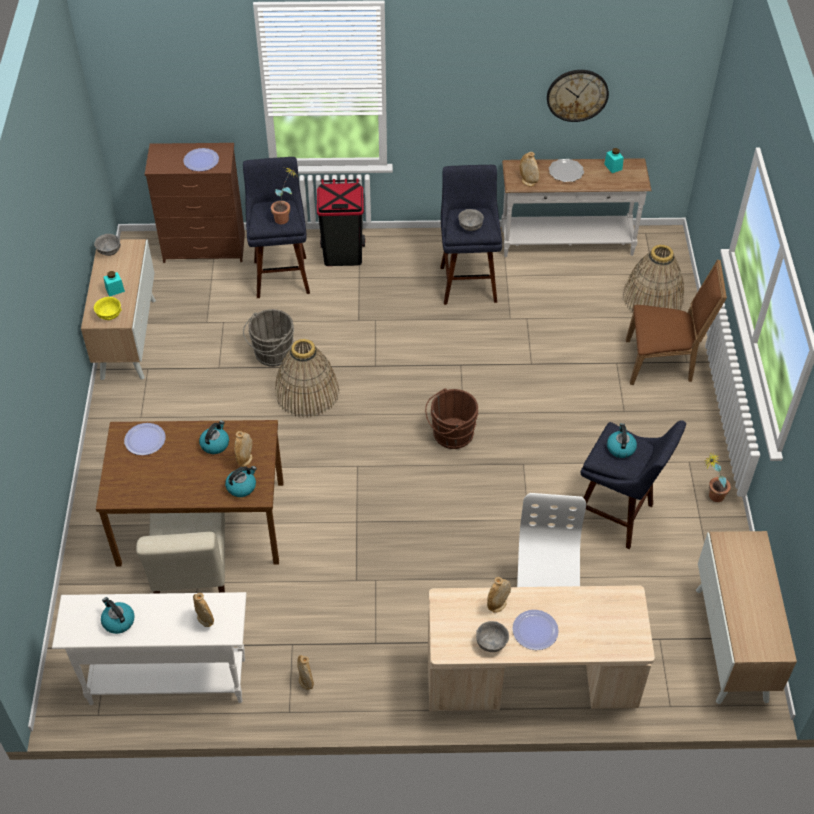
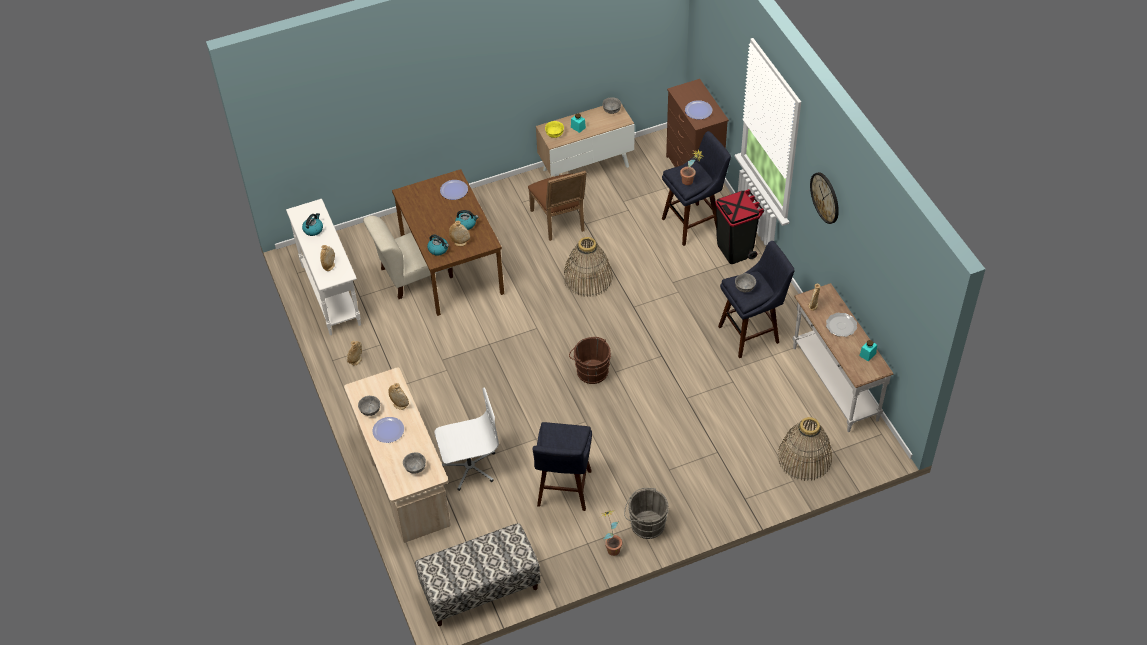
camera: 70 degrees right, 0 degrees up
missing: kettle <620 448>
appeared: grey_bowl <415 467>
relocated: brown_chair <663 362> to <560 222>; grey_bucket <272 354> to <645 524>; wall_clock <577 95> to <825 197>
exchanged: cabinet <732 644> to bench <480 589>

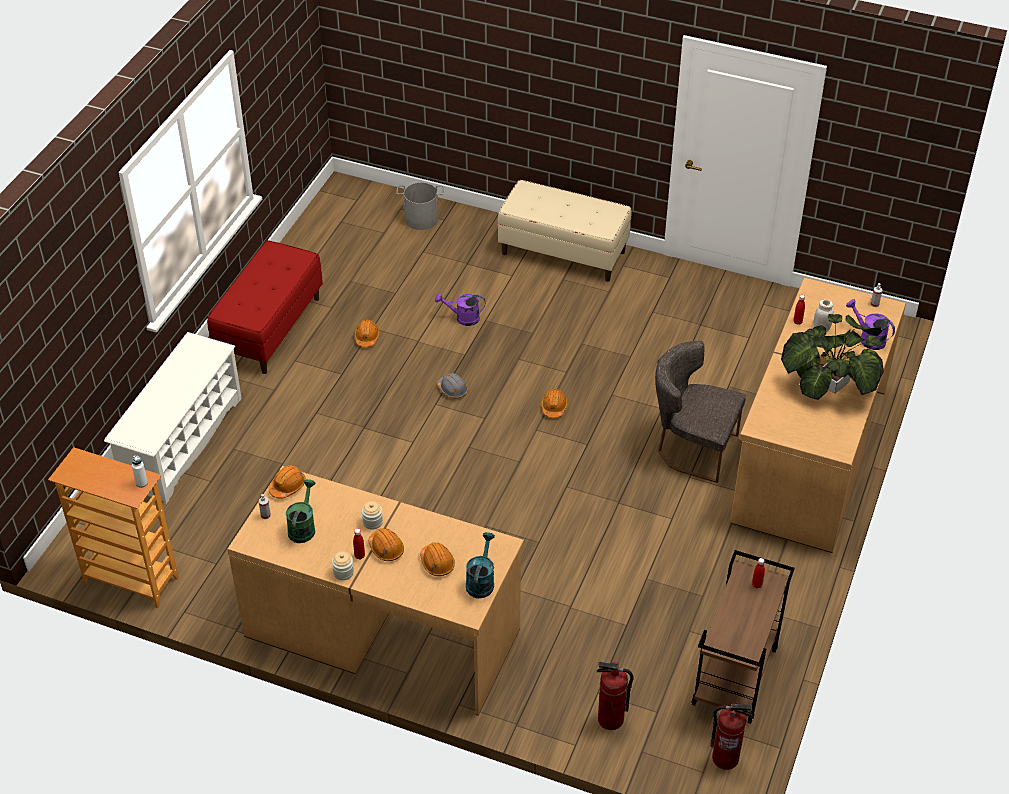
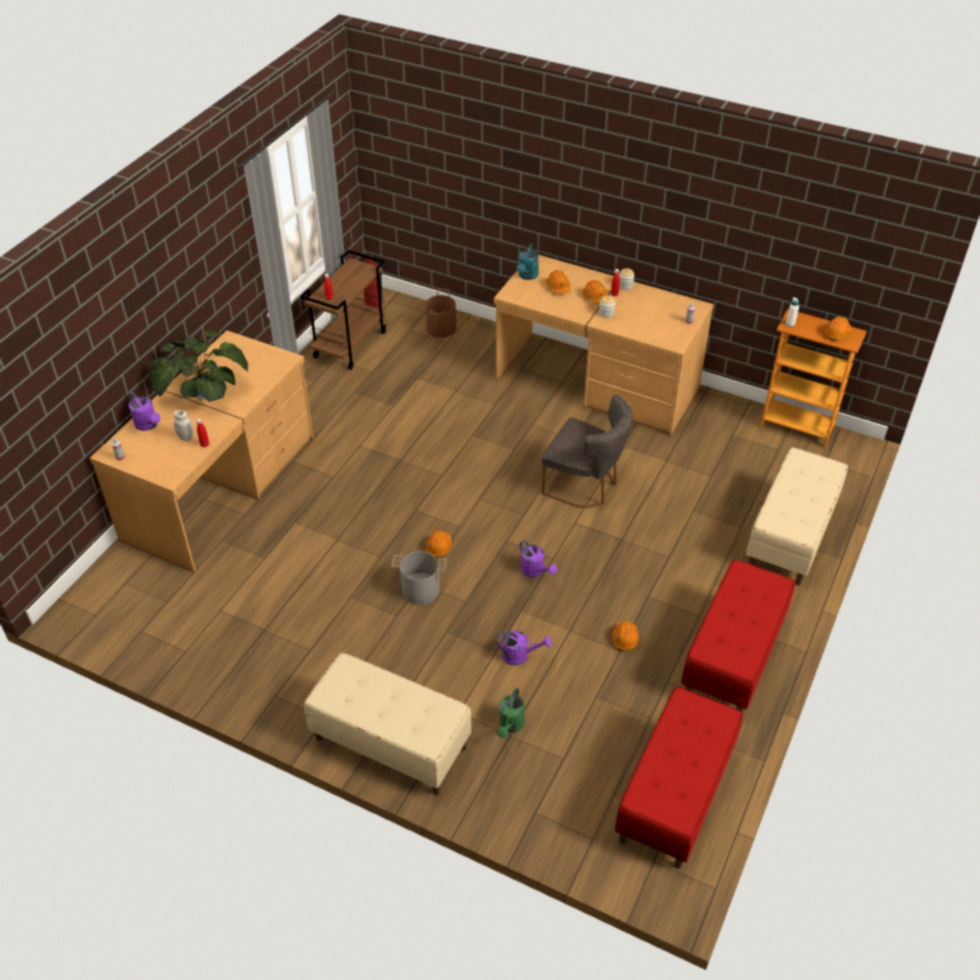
camera: 175 degrees left, 0 degrees up
appeared: red_bench <675 796>
relocated: grey_bucket <421 218> to <420 590>; green_watering_can <303 527> to <510 726>; grey_chair <692 448> to <585 485>; orange_hard_hat <287 486> to <836 333>
exchanged: fire_extinguisher <610 719> to brown_bucket <441 328>; grey_hard_hat <452 390> to purple_watering_can <535 572>; white_shoe_rack <182 442> to beige_bench <791 536>

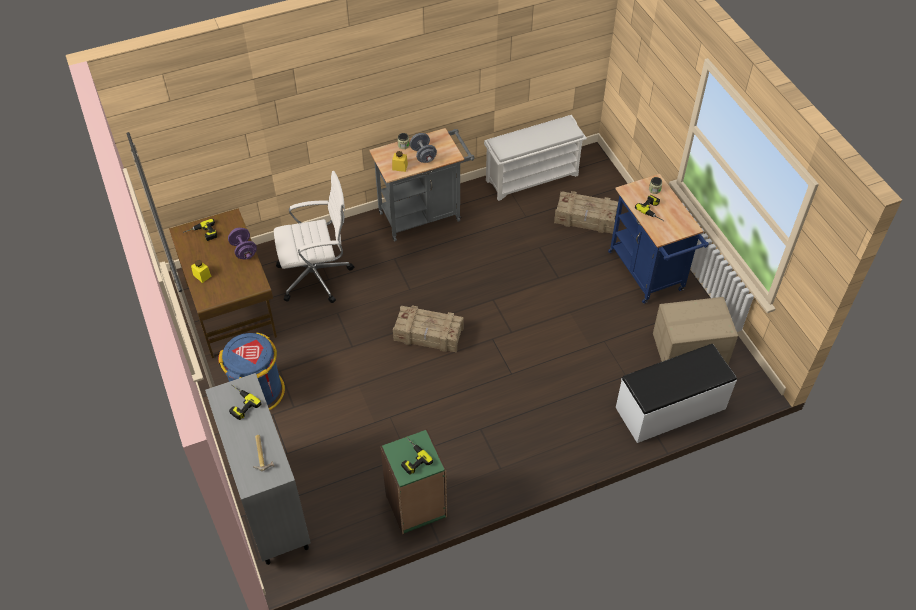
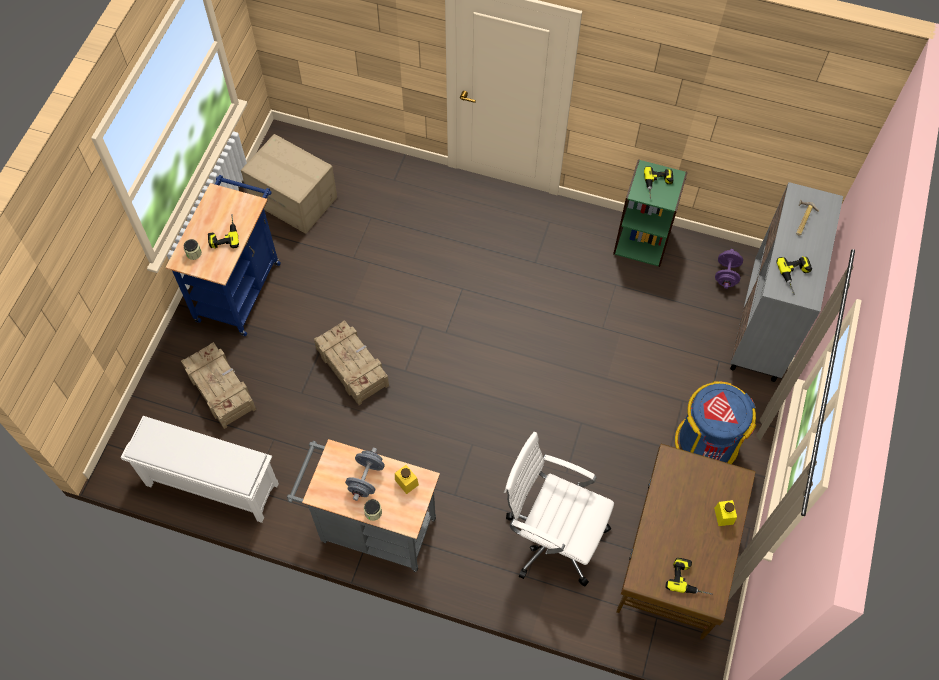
camera: 140 degrees left, 10 degrees up
missing: white_bench <671 409>
relocated: crate <429 335> to <352 366>; purple_dumbbell <244 250> to <726 275>

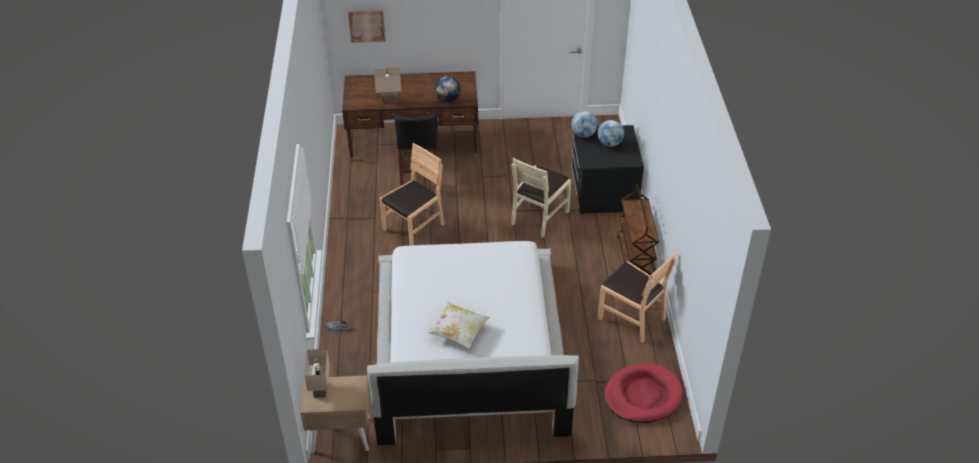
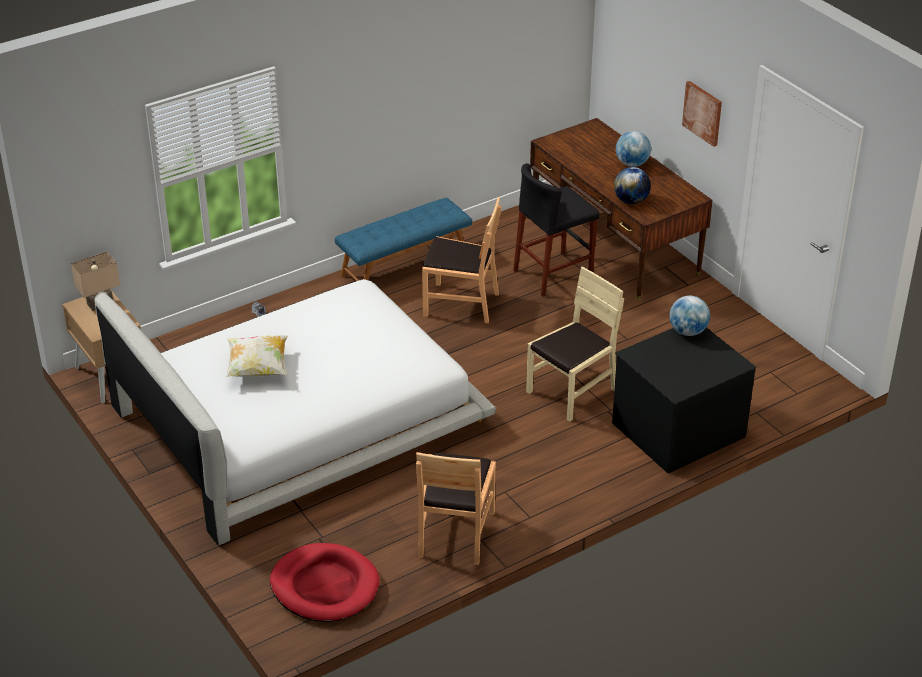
camera: 60 degrees right, 5 degrees down
missing: beige_table_lamp <389 99>; brown_cart <635 258>
appeared: blue_bench <404 265>
relocated: globe <609 143> to <632 164>; picture <367 25> to <703 113>
spun: beige_chair <539 217> = <572 391> 135 degrees clockwise

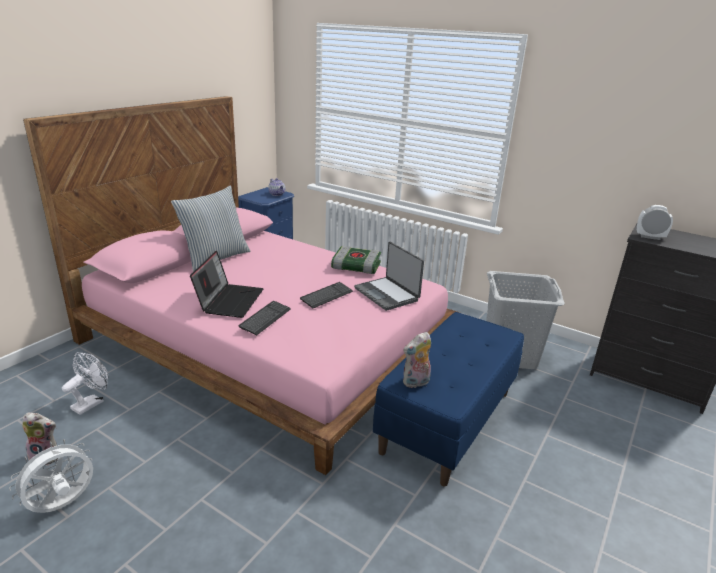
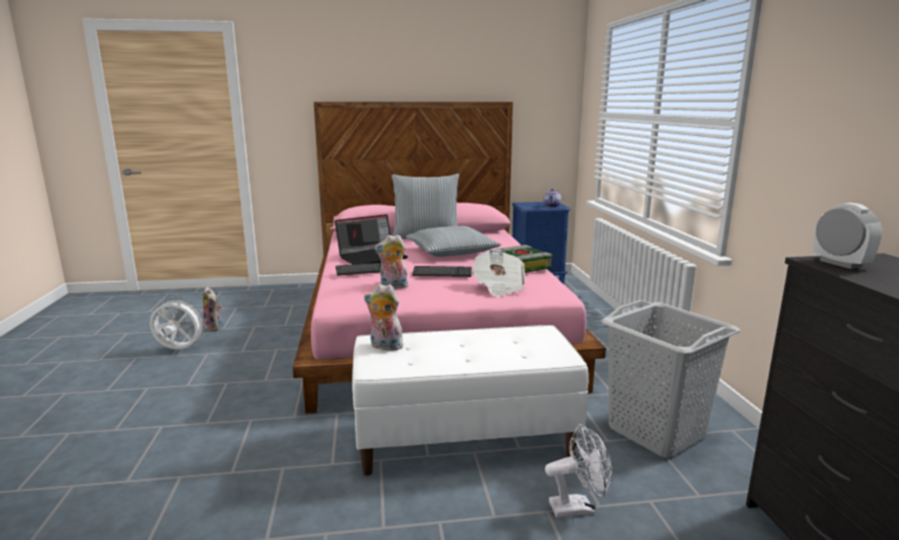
camera: 50 degrees right, 10 degrees down
appeared: plush_toy <393 286>; pillow <451 252>
relocated: white_fan <91 403> to <578 507>
exchanged: laptop <387 294> to newspaper <498 287>
colour: blue_bench <447 420> to white_bench <465 438>

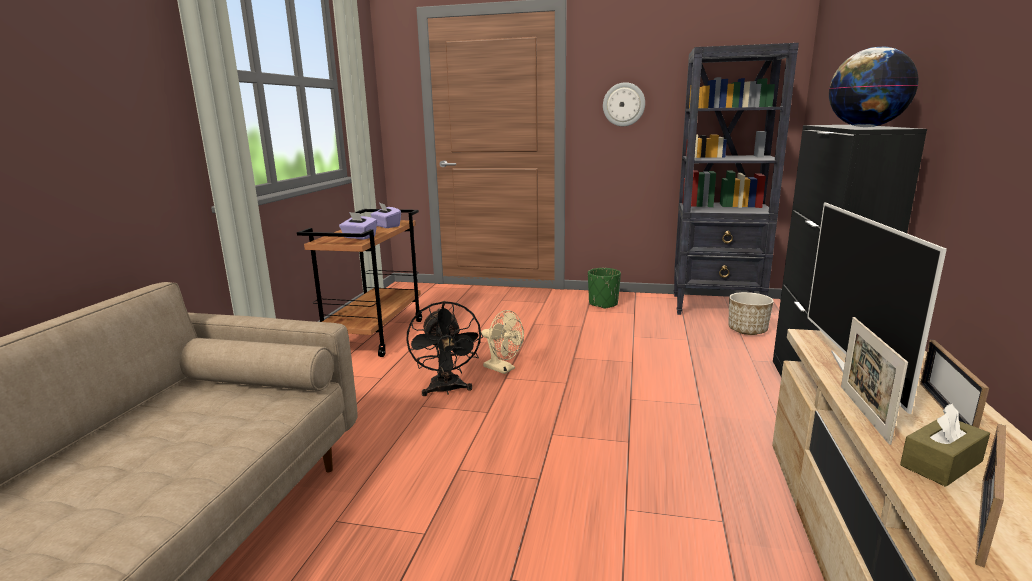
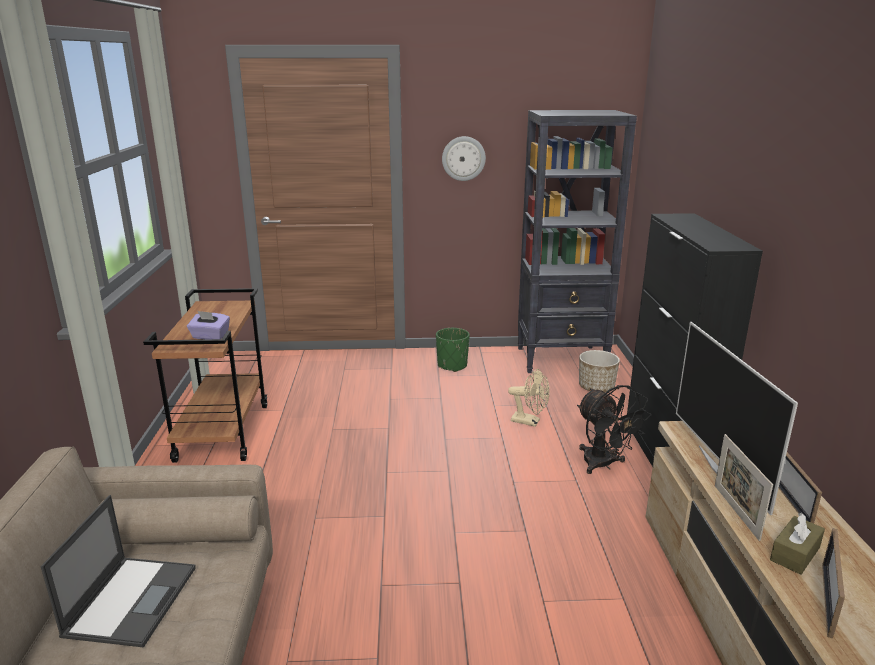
camera: 15 degrees left, 5 degrees up
missing: purple_tissue_box <386 226>; globe <865 127>
appeared: laptop <132 599>
relocated: beige_fan <503 369> to <529 421>; black_fan <446 390> to <603 465>

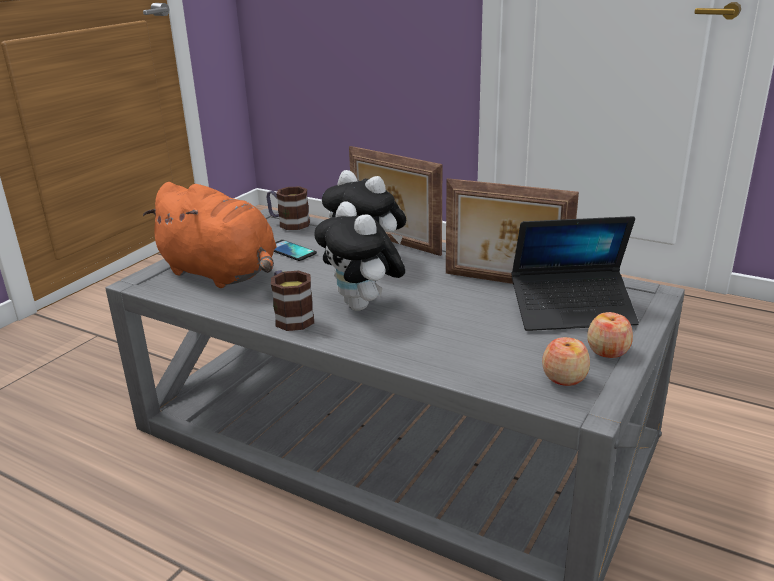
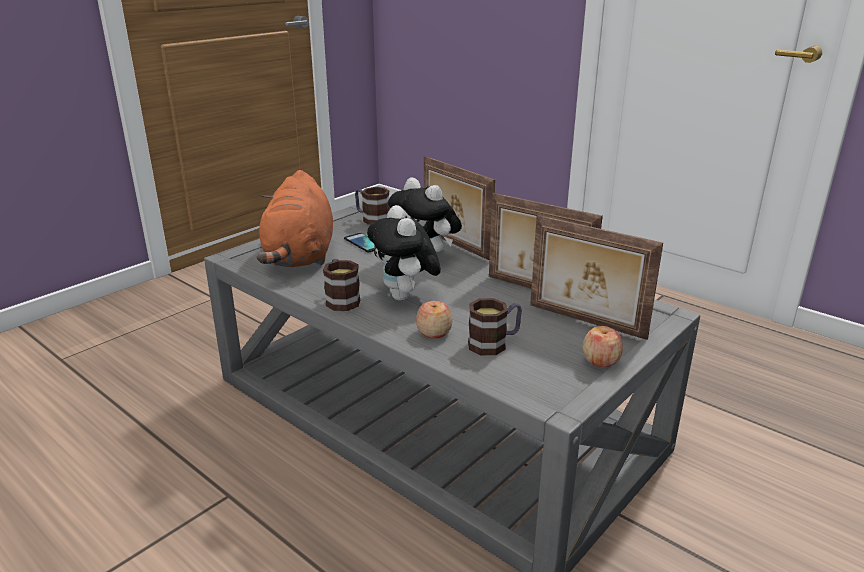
camera: 10 degrees right, 0 degrees up
appeared: mug <494 343>
relocated: apple <564 377> to <434 332>
exchanged: laptop <572 311> to picture_frame <585 322>
spun: orange_plush_toy <222 274> = <300 257> 45 degrees clockwise

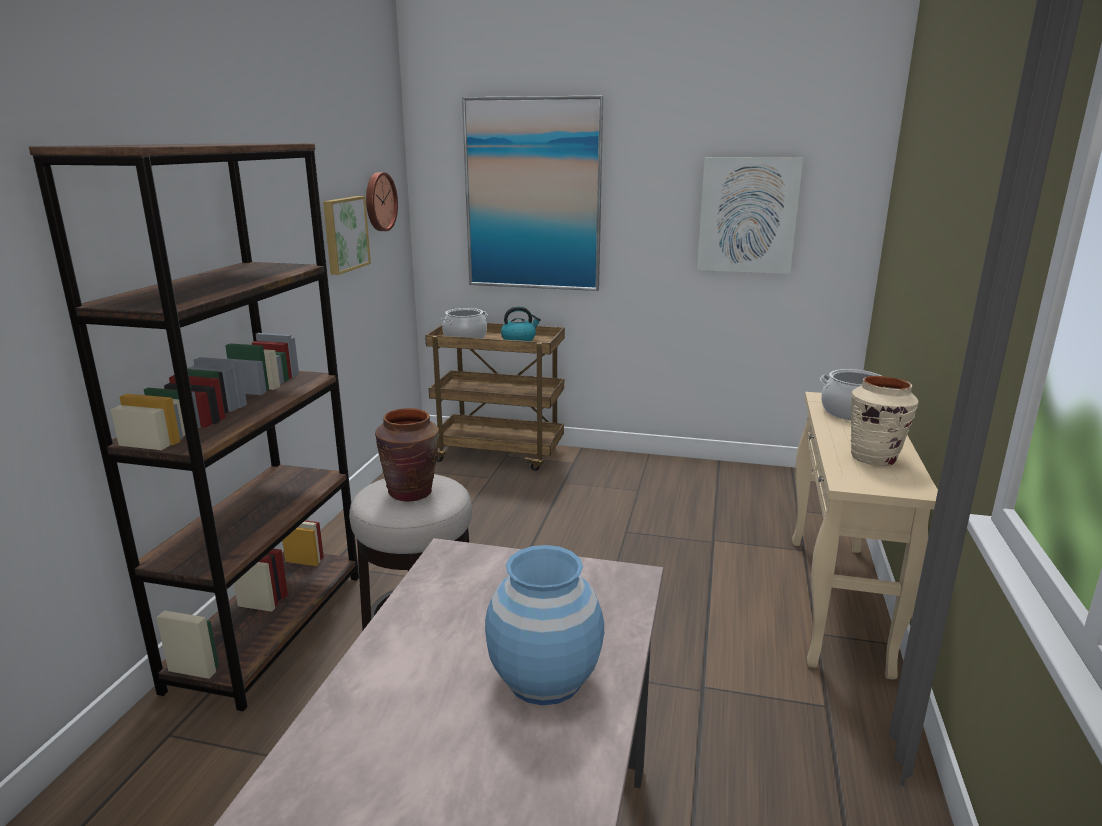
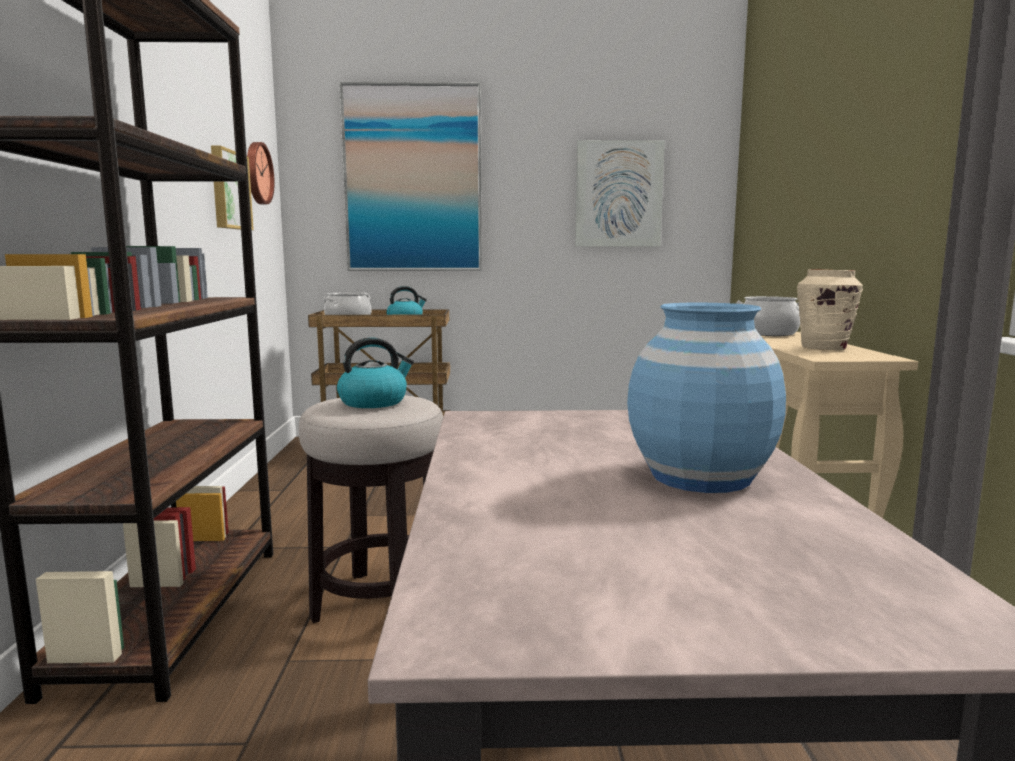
camera: 15 degrees left, 10 degrees down
exchanged: brown_vase <411 492> to kettle <374 402>

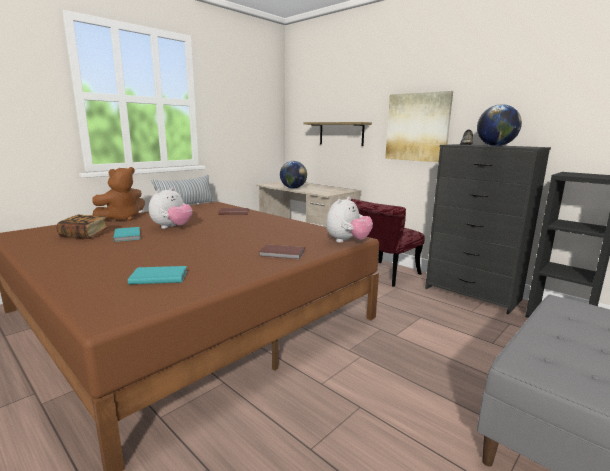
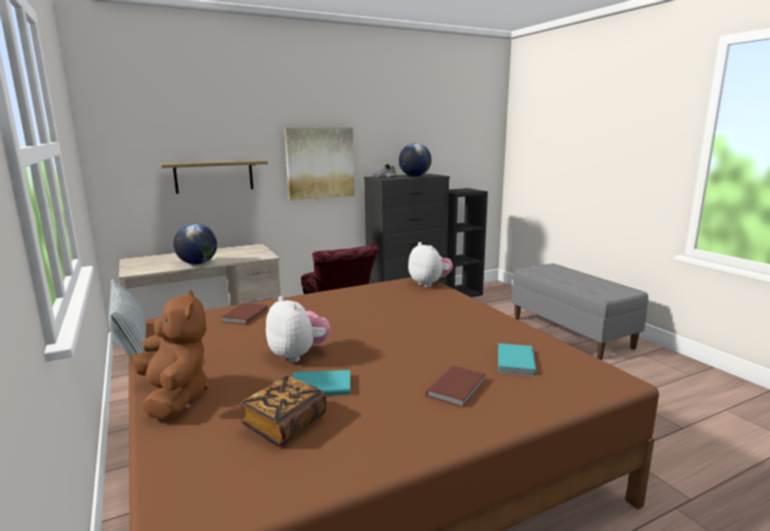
camera: 70 degrees left, 0 degrees up
relocated: brown_book <282 254> to <458 388>

